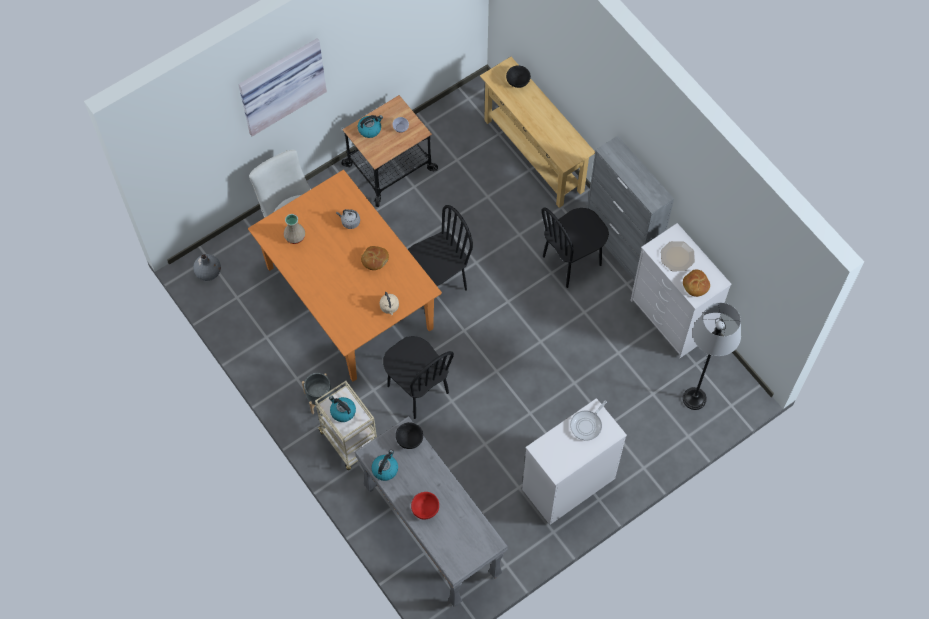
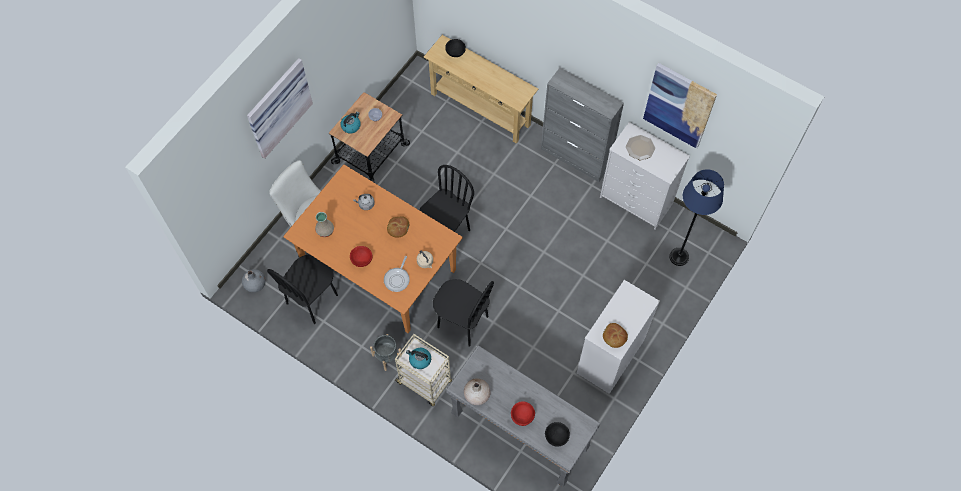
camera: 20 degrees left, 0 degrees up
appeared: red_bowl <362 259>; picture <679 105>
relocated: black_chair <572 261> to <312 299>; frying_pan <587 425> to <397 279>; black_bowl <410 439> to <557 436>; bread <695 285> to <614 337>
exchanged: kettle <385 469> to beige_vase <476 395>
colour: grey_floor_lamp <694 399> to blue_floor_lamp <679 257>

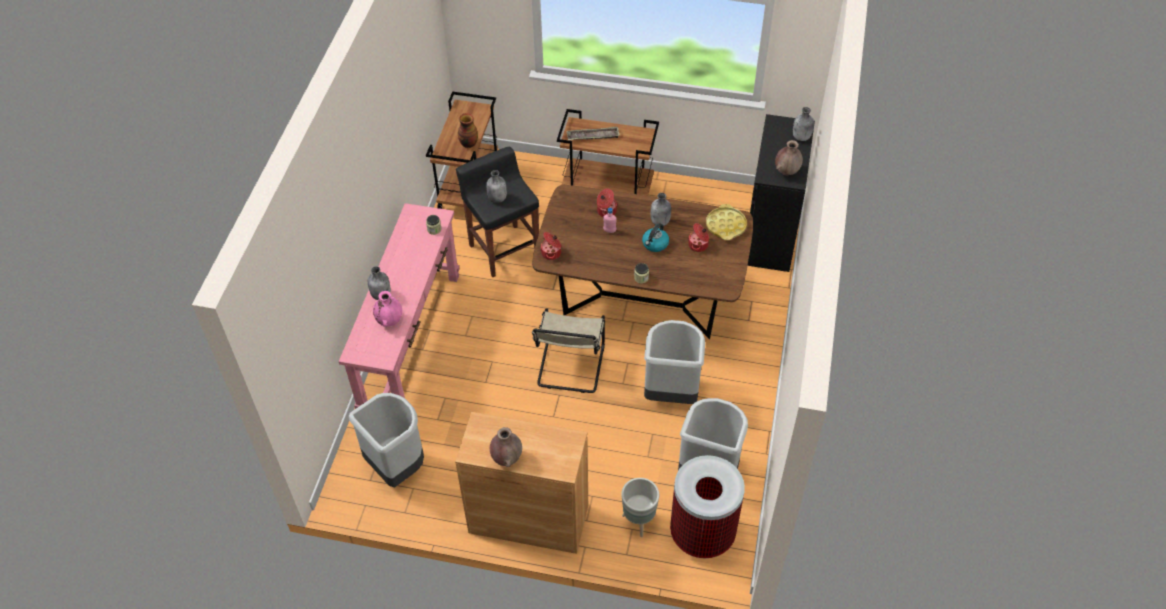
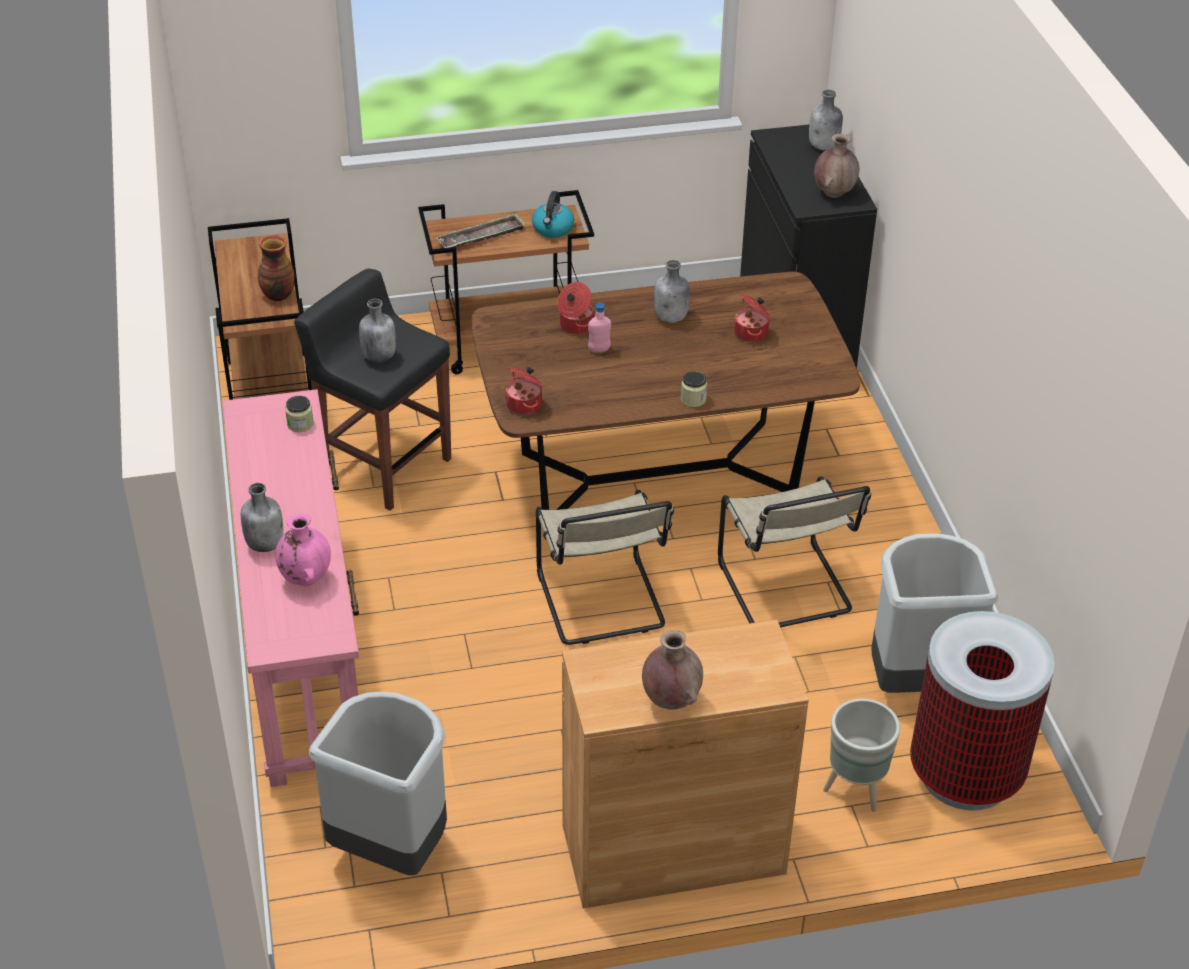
camera: 25 degrees left, 10 degrees down
missing: yellow_tray <726 225>
relocated: kettle <655 244> to <553 229>
exchanged: grey_trash_can <671 393> to beige_chair <786 590>

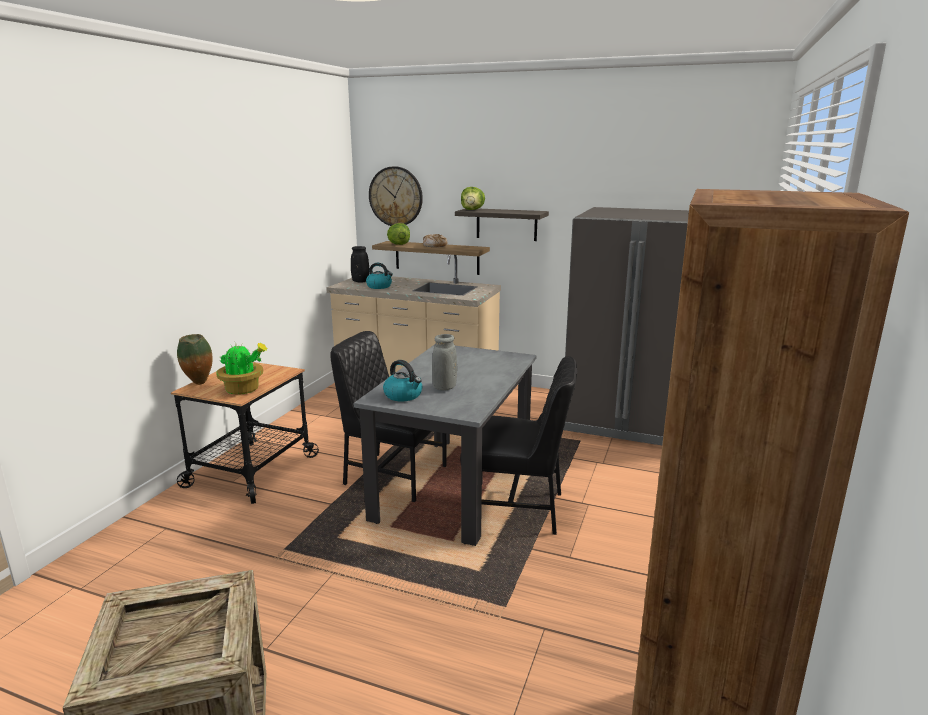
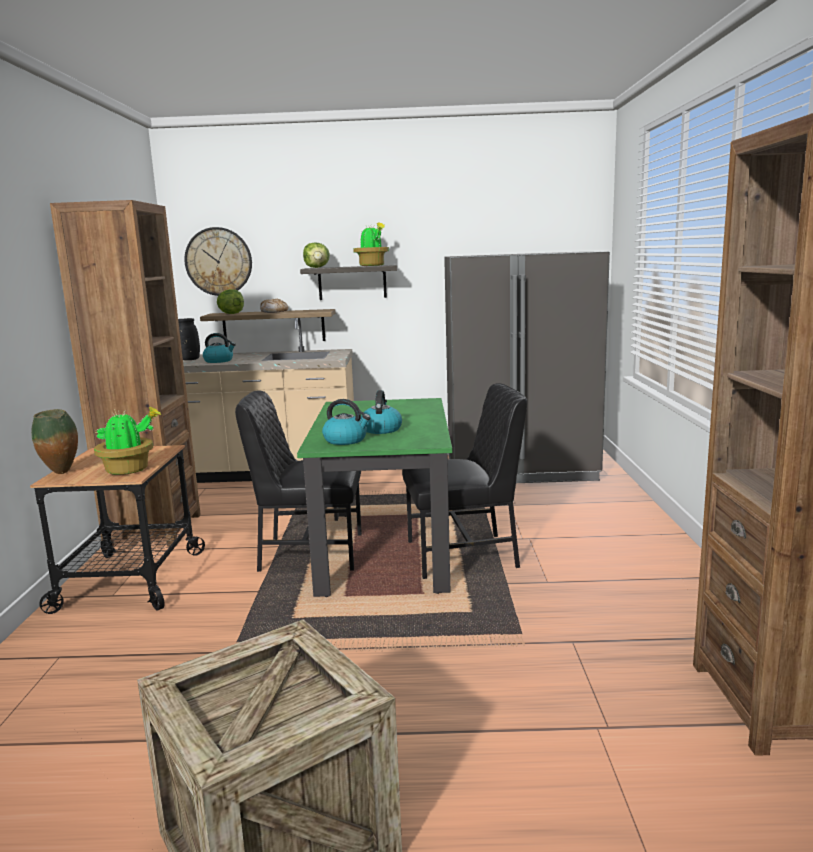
camera: 20 degrees left, 5 degrees down
appeared: brown_bookcase <154 530>; potted_plant <372 265>
exchanged: grey_vase <444 387> to kettle <381 429>
colour: grey_dining_table <454 487> to green_dining_table <385 550>

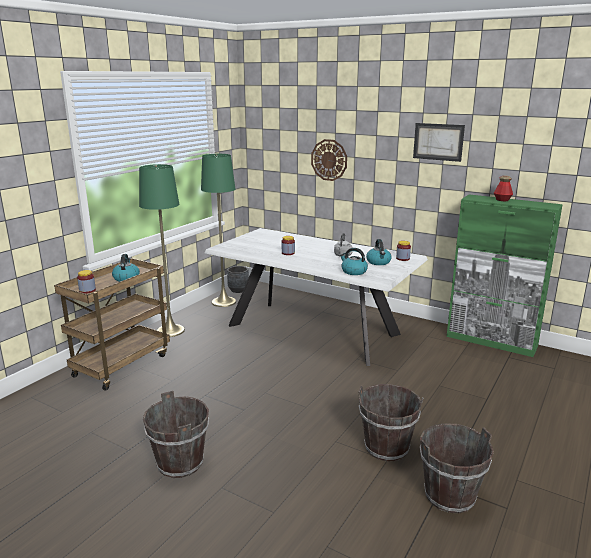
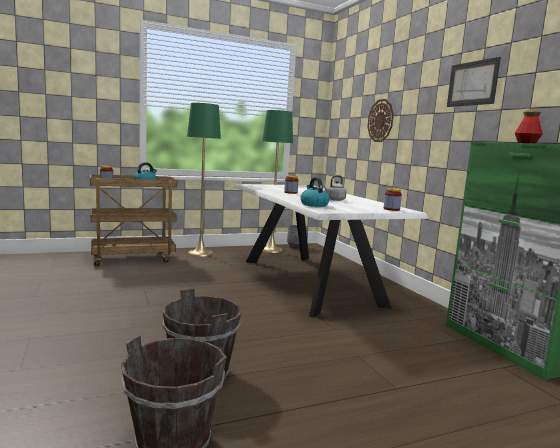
camera: 35 degrees right, 10 degrees down
missing: brown_bucket <180 463>; kettle <378 262>

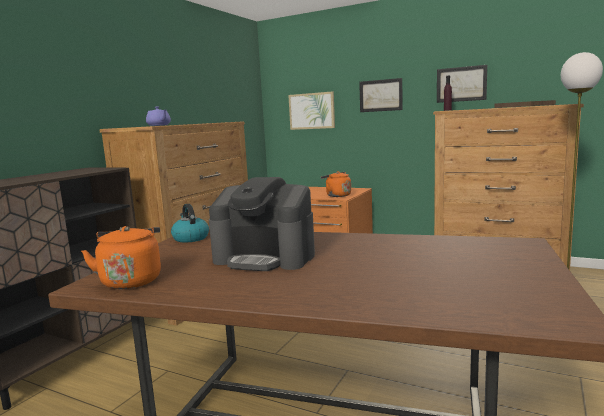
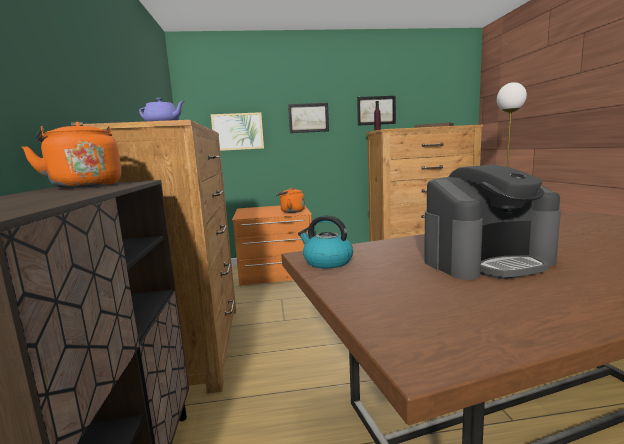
camera: 35 degrees left, 0 degrees up
relocated: orange_kettle <131 280> to <85 186>

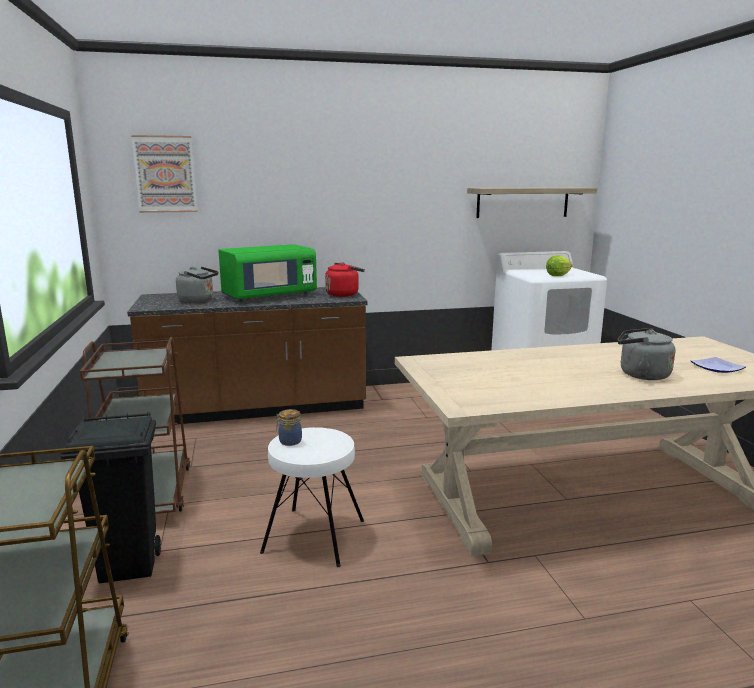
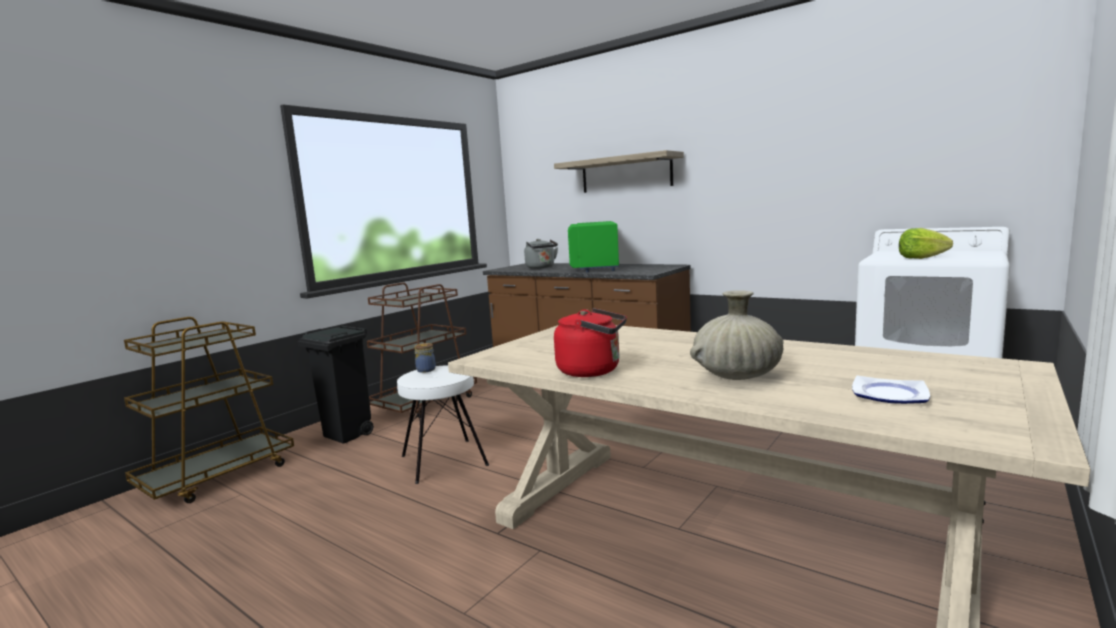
camera: 50 degrees right, 5 degrees down
missing: picture <165 174>
relocated: shelf <522 202> to <626 174>; red_kettle <344 294> to <593 371>
exchanged: grey_kettle <640 375> to beige_vase <736 376>
spun: green_microwave <269 296> = <594 268> 75 degrees clockwise

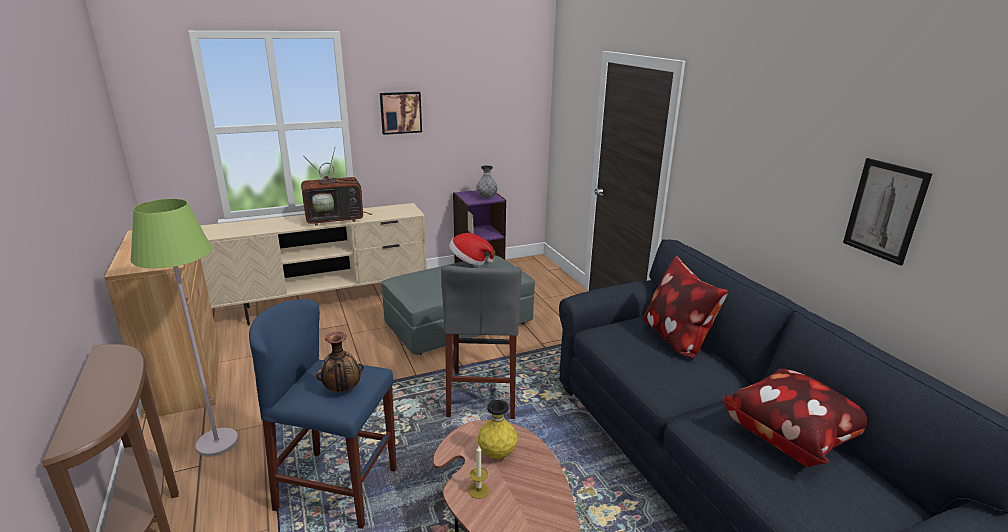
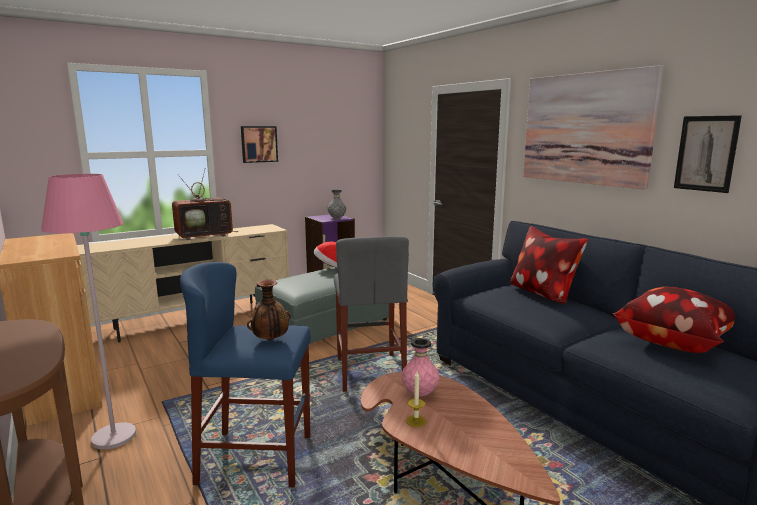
camera: 10 degrees left, 10 degrees down
appeared: picture <585 128>
colour: green_floor_lamp <217 443> to pink_floor_lamp <113 437>; yellow_vase <497 454> to pink_vase <420 394>

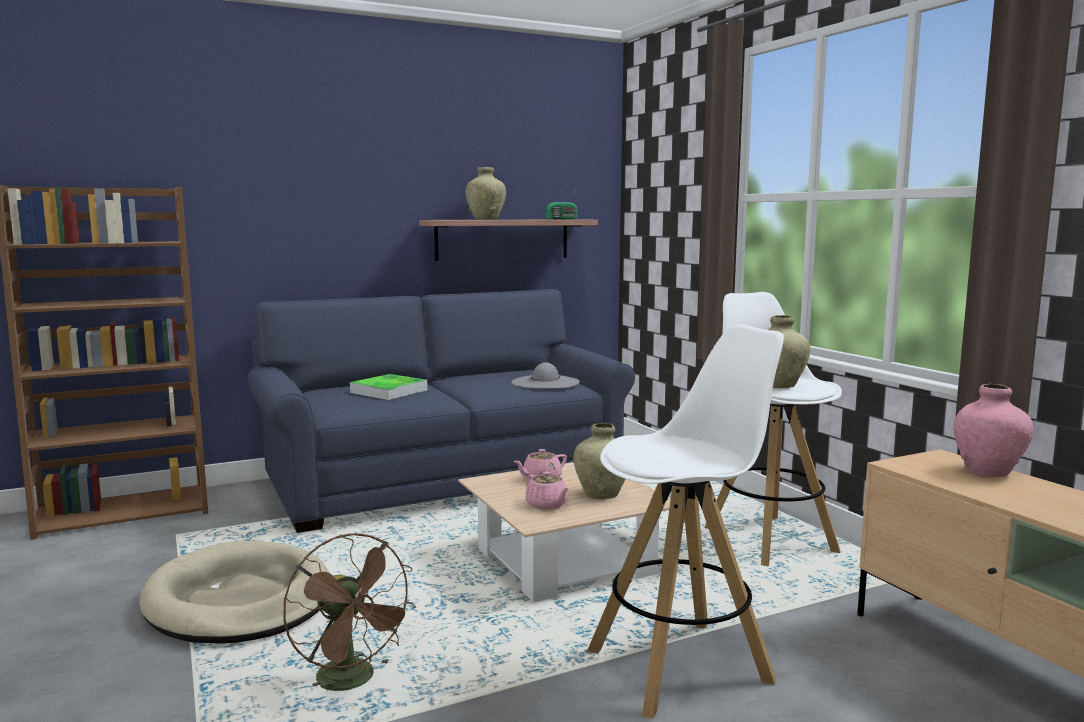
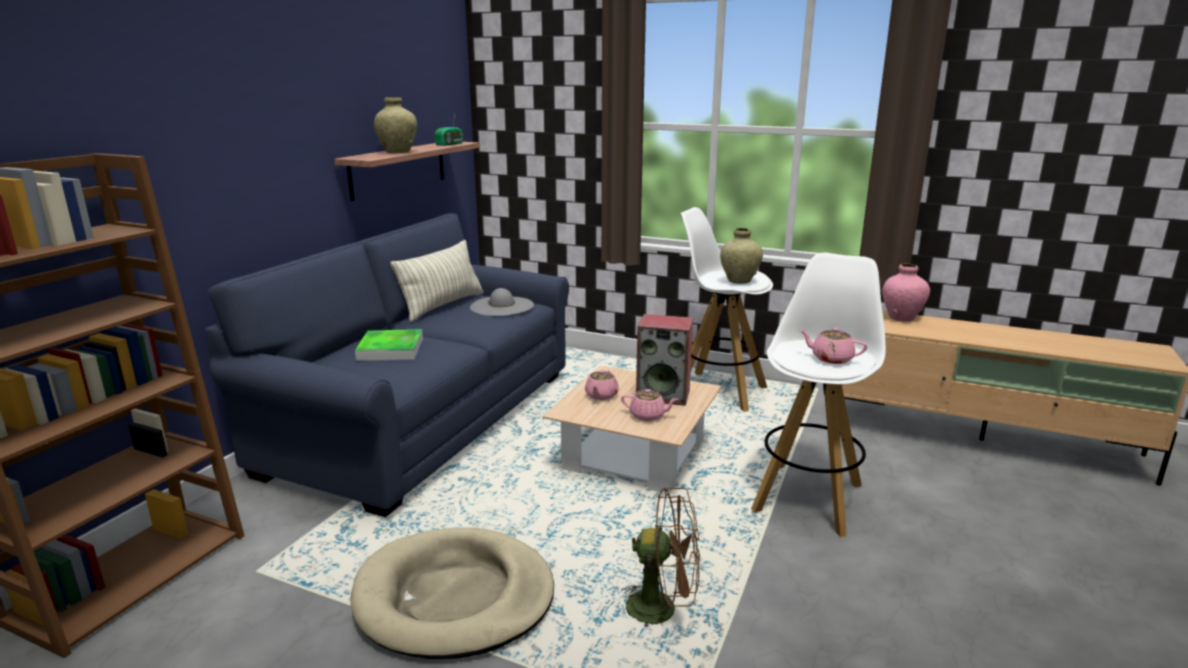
camera: 40 degrees left, 10 degrees up
appeared: pillow <442 306>; pink_teapot <831 358>
exchanged: beige_vase <601 495> to speaker <664 395>

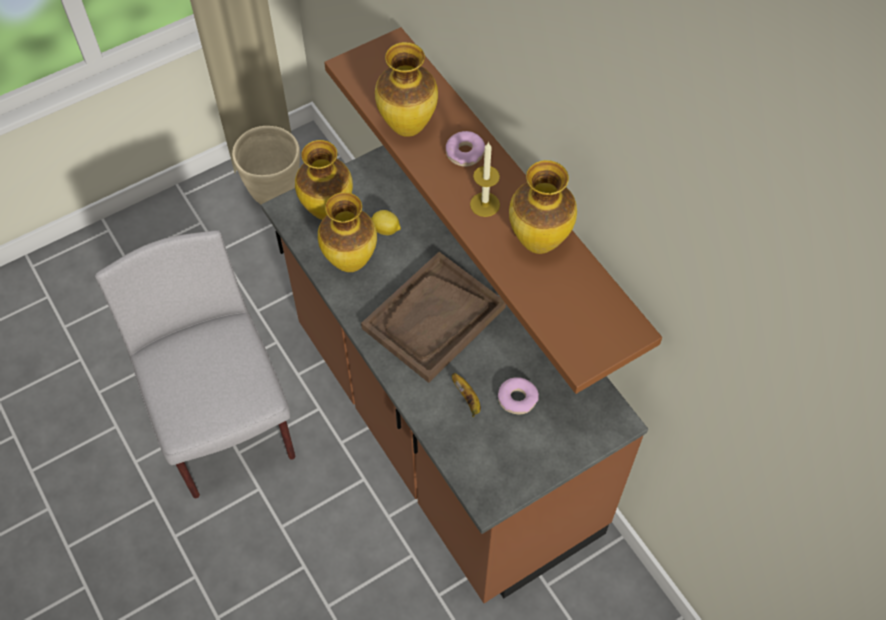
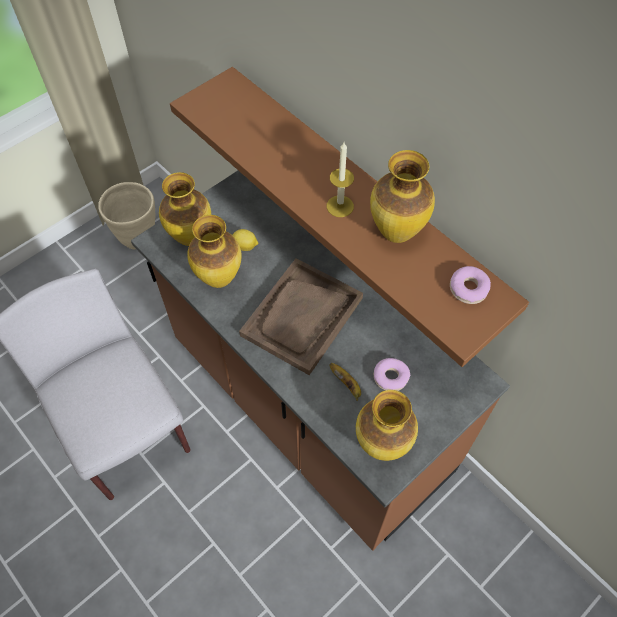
camera: 10 degrees left, 0 degrees up
relocated: vase <407 128> to <382 446>; donut <465 153> to <468 288>

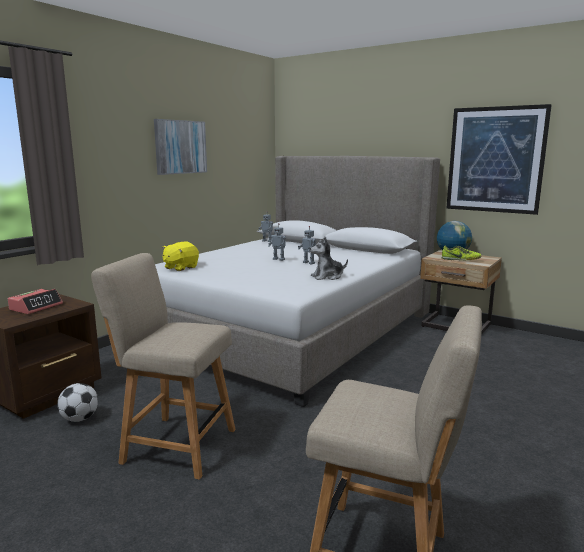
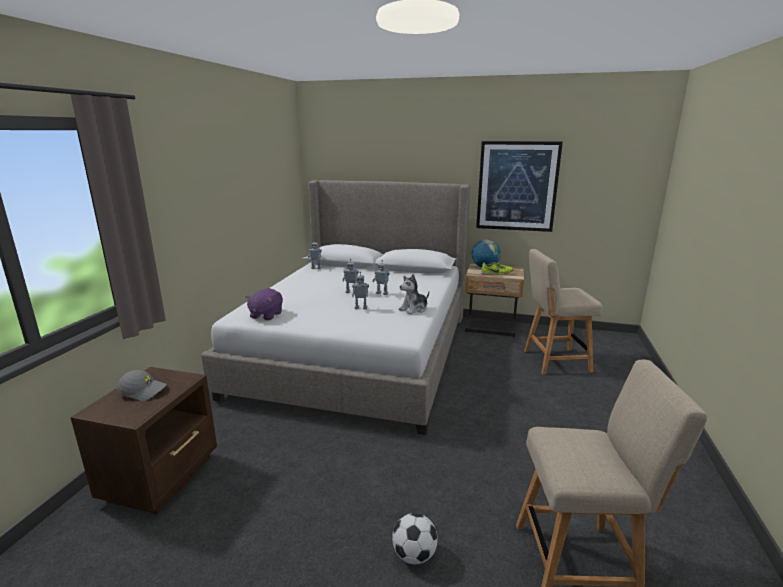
camera: 20 degrees left, 5 degrees up
missing: picture <180 147>
appeared: toy_robot <361 308>
relocated: football <80 419> to <414 555>; beige_chair <174 444> to <553 361>
exchanged: alarm_clock <36 307> to grey_cap <143 390>
colour: yellow_plush_toy <180 267> to purple_plush_toy <266 315>

